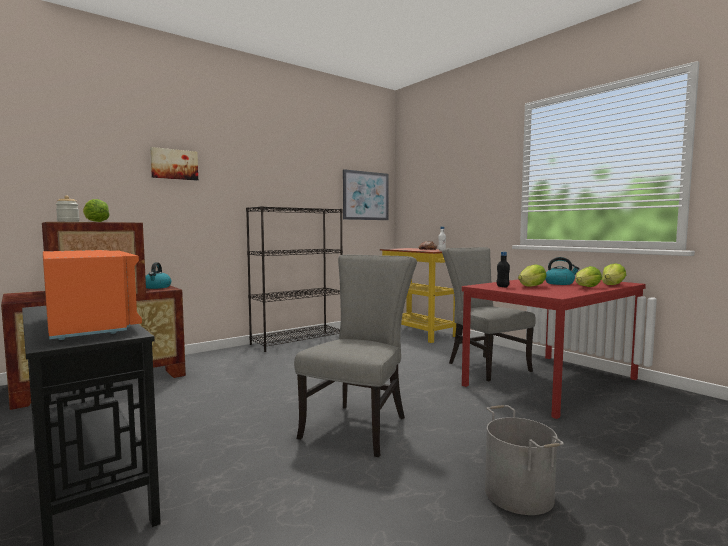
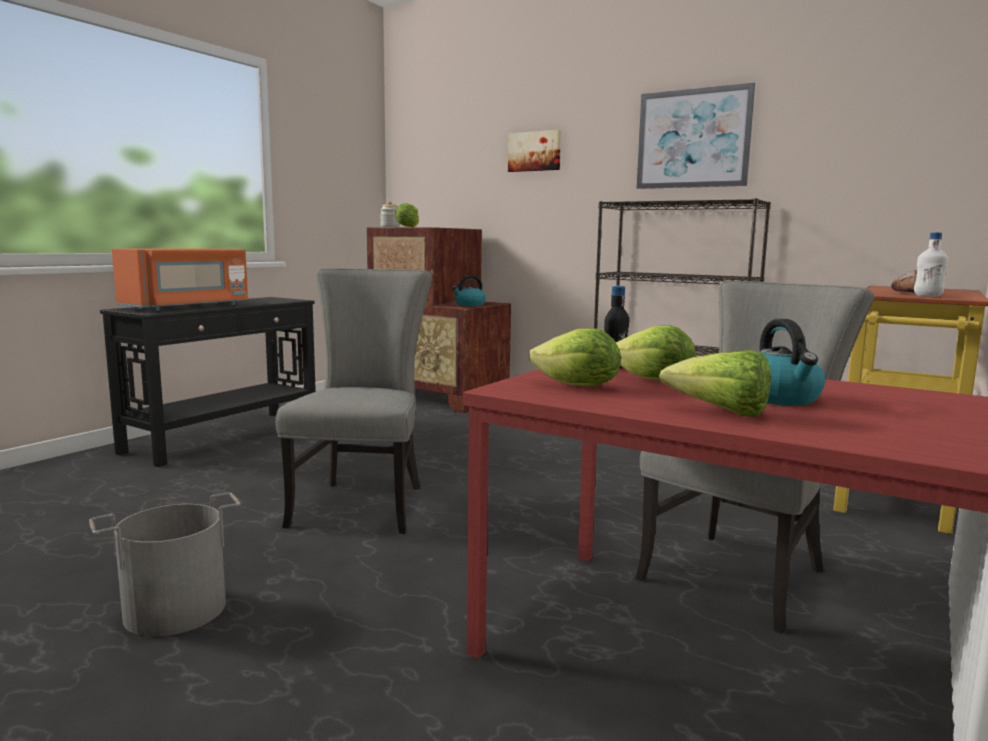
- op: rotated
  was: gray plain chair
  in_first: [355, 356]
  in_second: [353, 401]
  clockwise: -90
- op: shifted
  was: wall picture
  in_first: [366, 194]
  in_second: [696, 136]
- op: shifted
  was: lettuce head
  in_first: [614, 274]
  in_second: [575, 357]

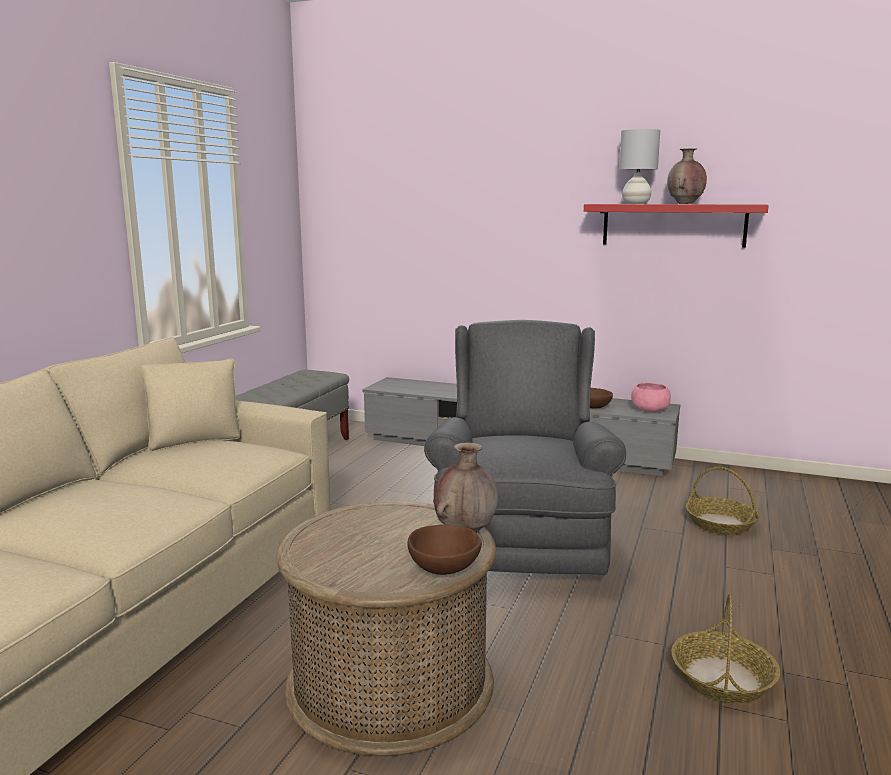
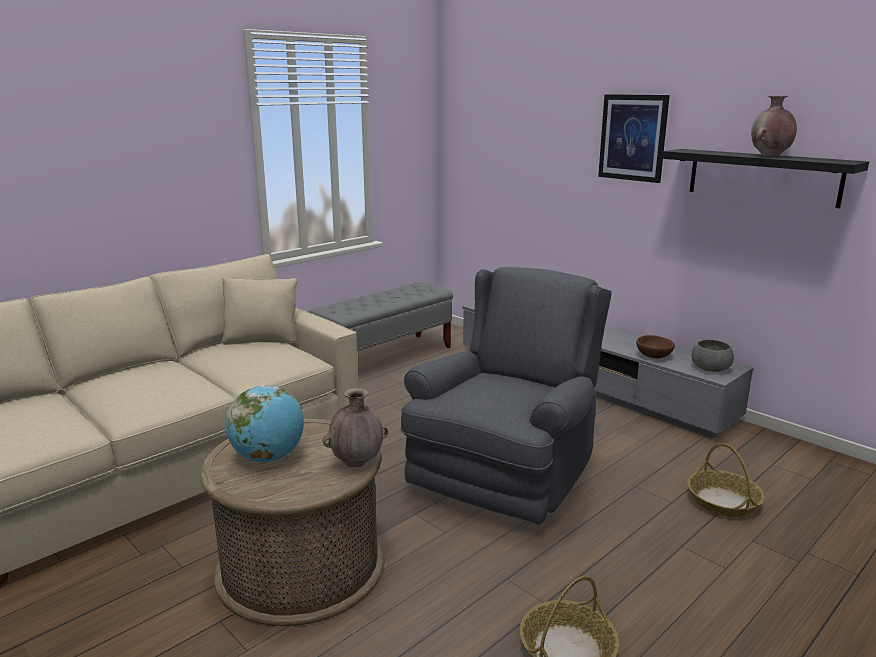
- op: gone
  was: brown-coloured serving bowl
  in_first: [444, 550]
- op: repainted
  was: red shelf
  now: blackish shelf
  in_first: [676, 226]
  in_second: [765, 178]
- op: gone
  was: gray lamp for a table
  in_first: [639, 166]
- op: repainted
  was: pink serving bowl
  now: gray serving bowl
  in_first: [651, 397]
  in_second: [713, 355]
- op: new
  now: globe
  in_second: [265, 423]
- op: new
  now: wall picture
  in_second: [634, 138]

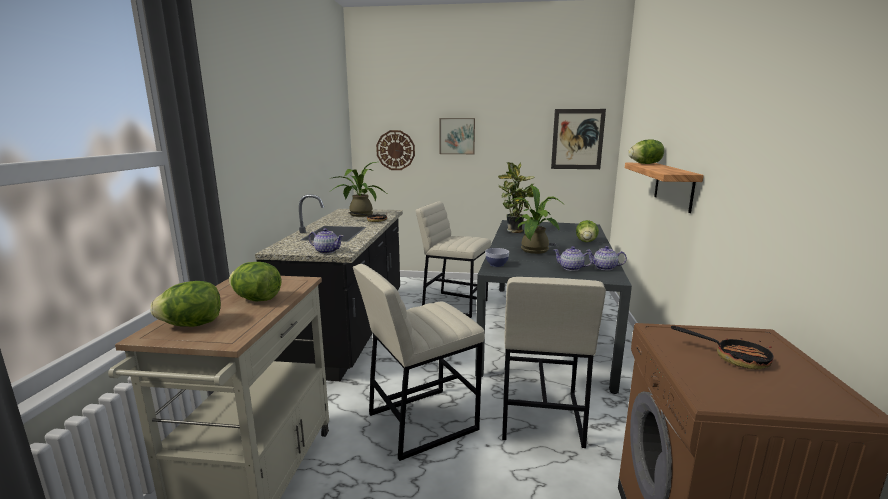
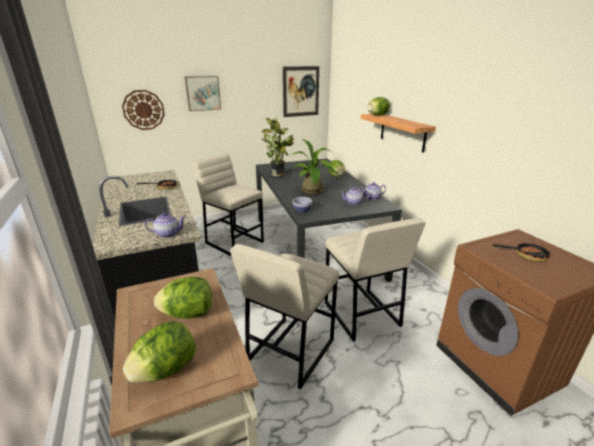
- op: gone
  was: plant in a pot
  in_first: [357, 189]
- op: rotated
  was: sand-coloured plain chair
  in_first: [453, 259]
  in_second: [228, 205]
  clockwise: 45

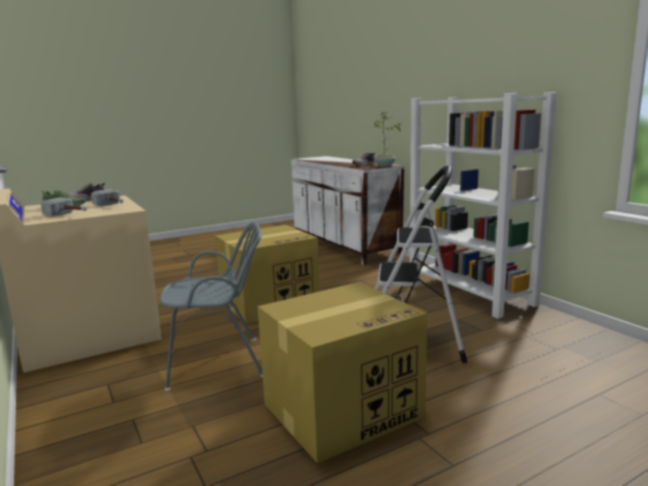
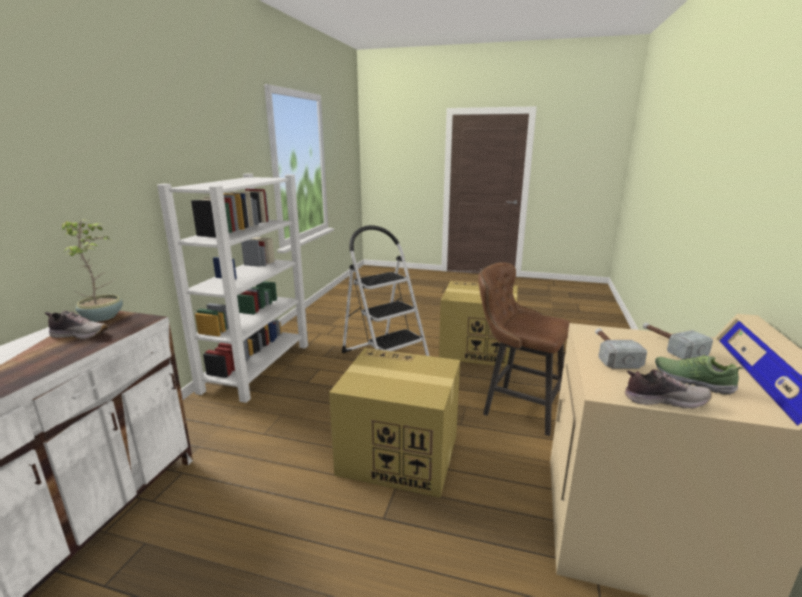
- op: swapped
  was: gray plain chair
  now: brown-coloured sitting stool
  in_first: [211, 306]
  in_second: [524, 349]

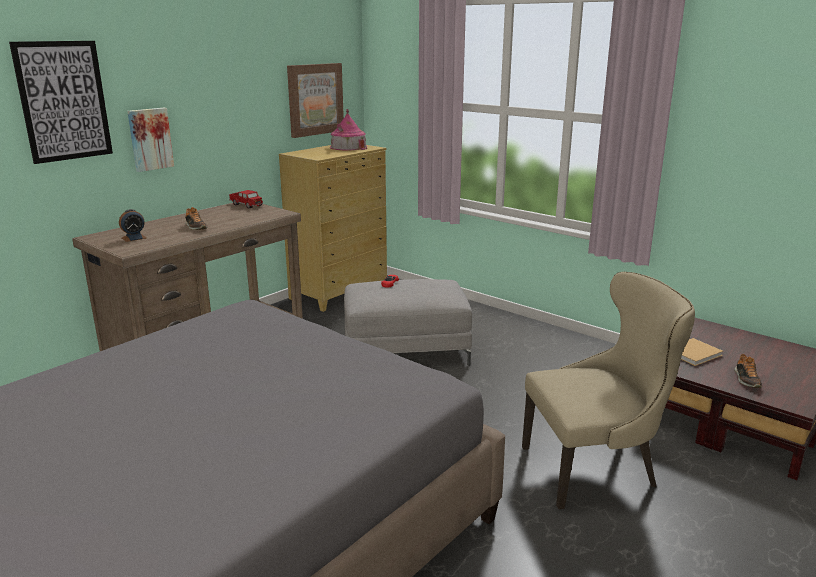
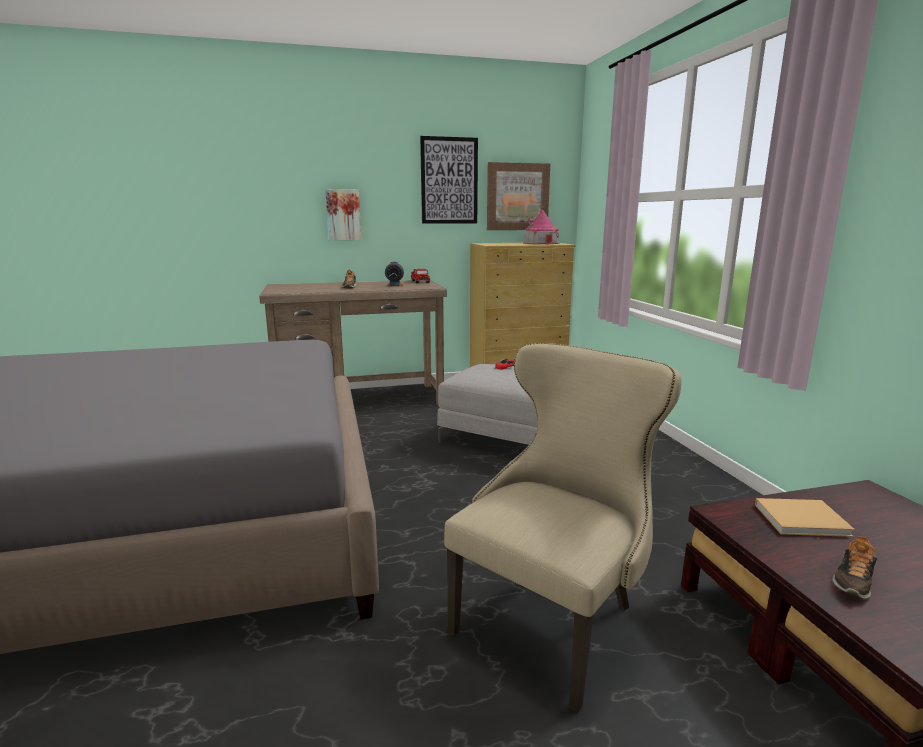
- op: shifted
  was: wall picture
  in_first: [61, 102]
  in_second: [449, 180]
- op: shifted
  was: bedside clock
  in_first: [132, 225]
  in_second: [394, 274]
- op: rotated
  was: sand-coloured plain chair
  in_first: [608, 390]
  in_second: [563, 528]
  clockwise: -75

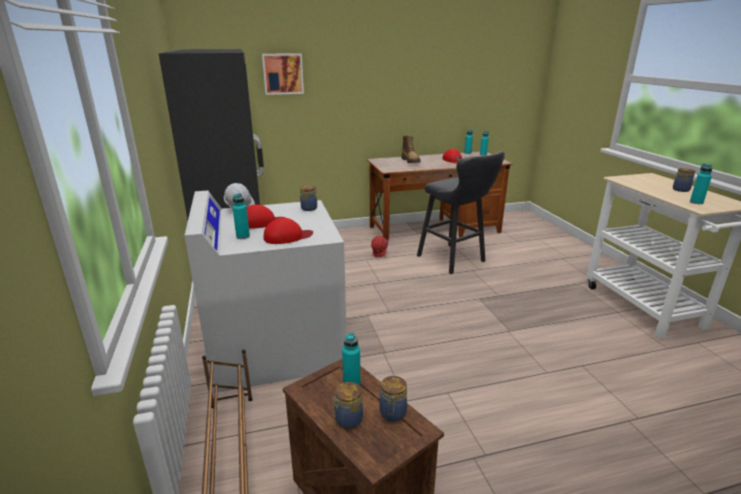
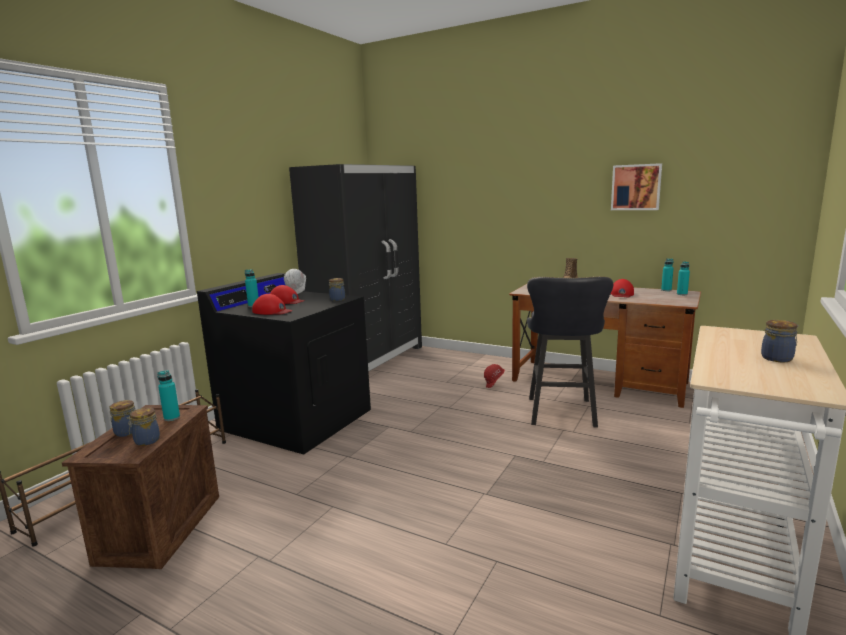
- op: repainted
  was: white laundry machine
  now: blackish laundry machine
  in_first: [265, 292]
  in_second: [284, 364]
- op: shifted
  was: wall picture
  in_first: [283, 74]
  in_second: [636, 186]
- op: gone
  was: turquoise drink bottle
  in_first: [701, 184]

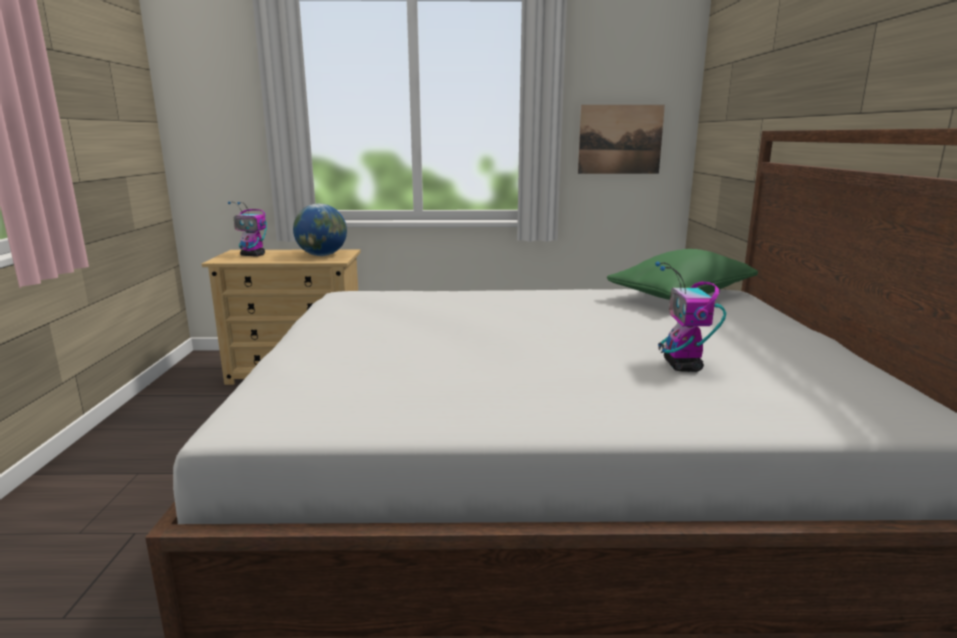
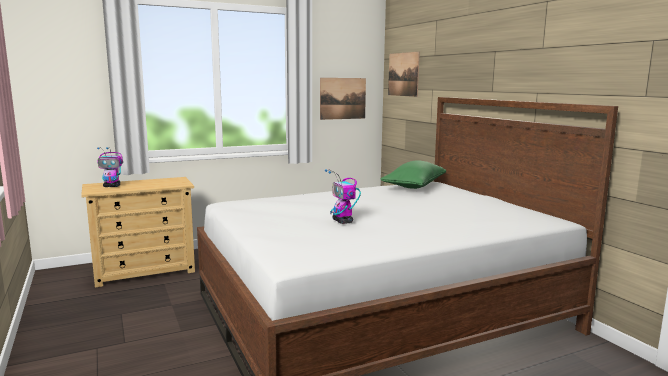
- op: gone
  was: globe
  in_first: [320, 229]
- op: shifted
  was: toy robot
  in_first: [690, 316]
  in_second: [343, 196]
- op: new
  now: wall picture
  in_second: [404, 74]

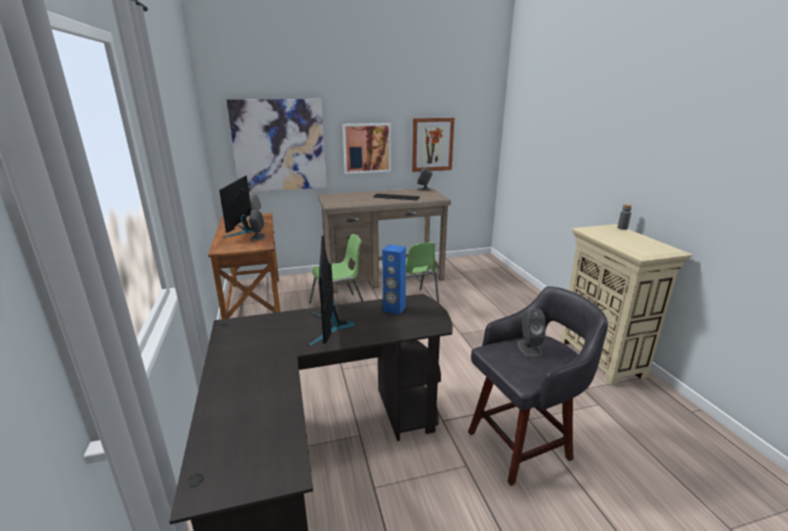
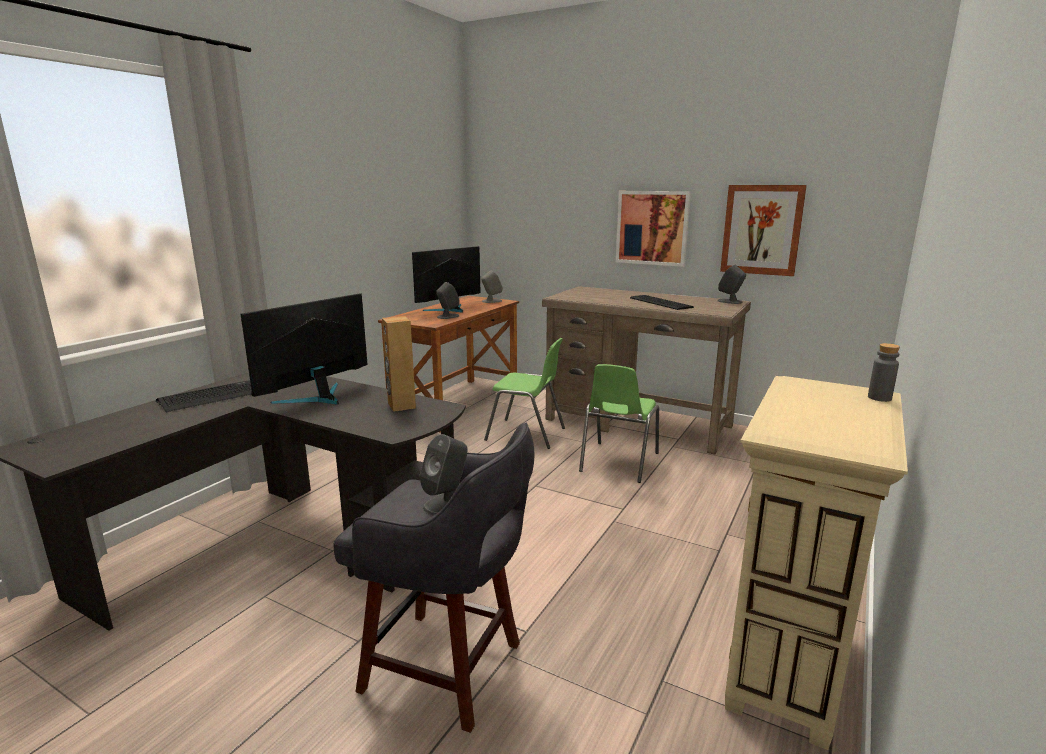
- op: gone
  was: wall picture
  in_first: [277, 145]
- op: repainted
  was: bluish audio speaker
  now: brown-coloured audio speaker
  in_first: [394, 279]
  in_second: [399, 364]
- op: new
  now: keyboard
  in_second: [204, 396]

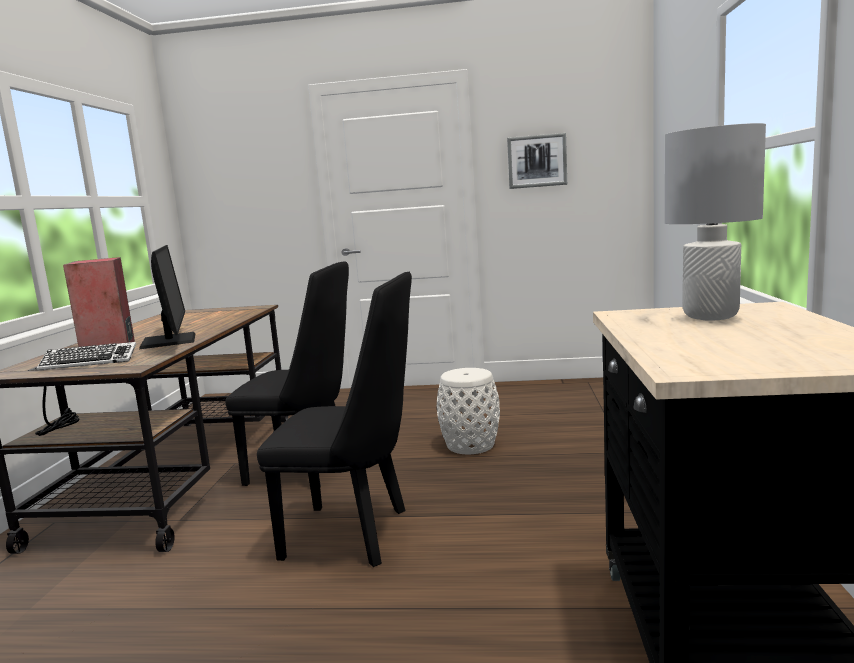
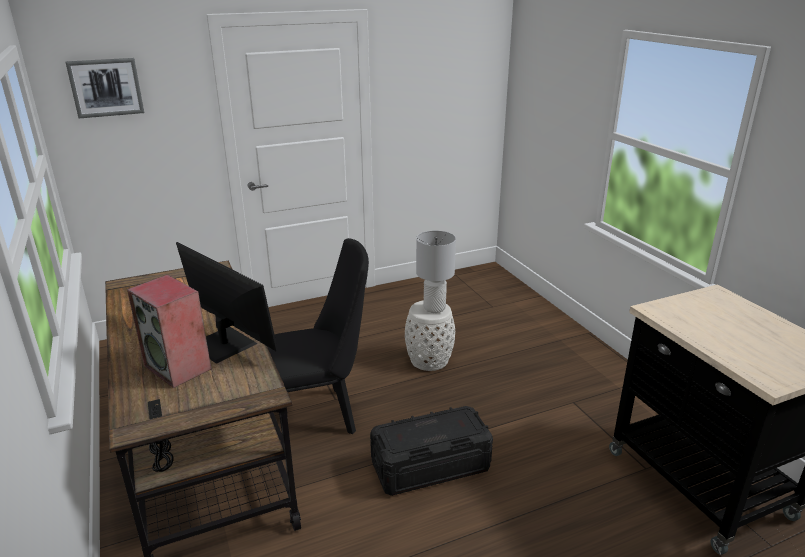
- op: gone
  was: keyboard
  in_first: [86, 356]
- op: swapped
  was: blackish plain chair
  now: blackish storage container
  in_first: [334, 419]
  in_second: [431, 451]
- op: shifted
  was: wall picture
  in_first: [537, 161]
  in_second: [104, 88]
- op: shifted
  was: gray lamp for a table
  in_first: [715, 222]
  in_second: [436, 272]

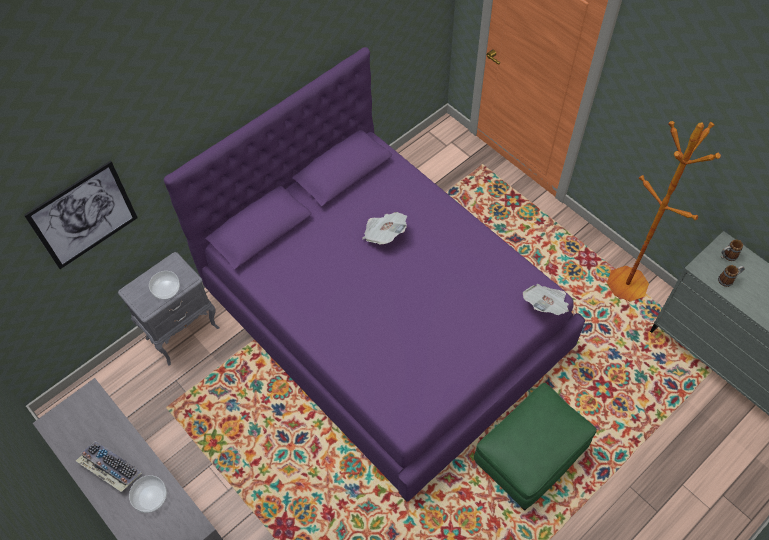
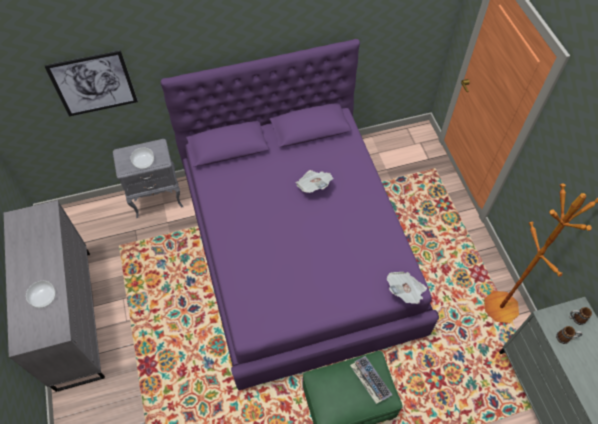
- op: shifted
  was: keyboard
  in_first: [109, 466]
  in_second: [371, 380]

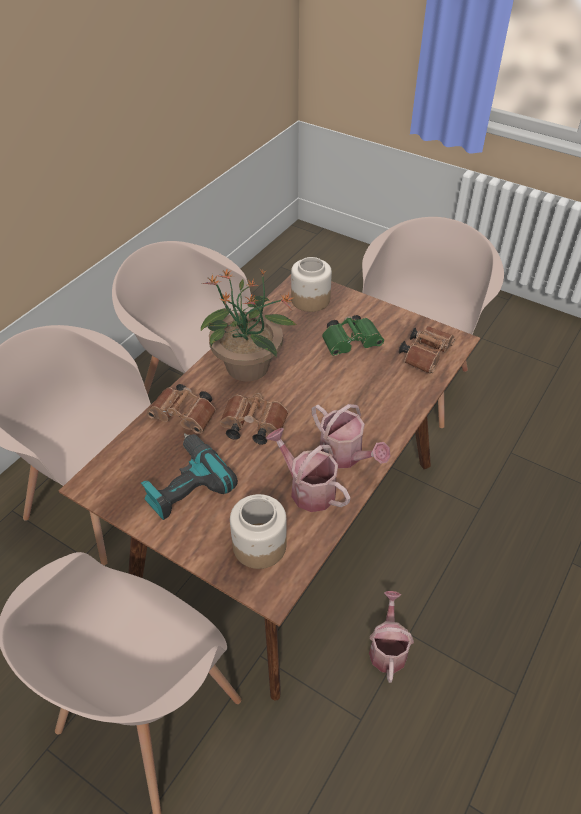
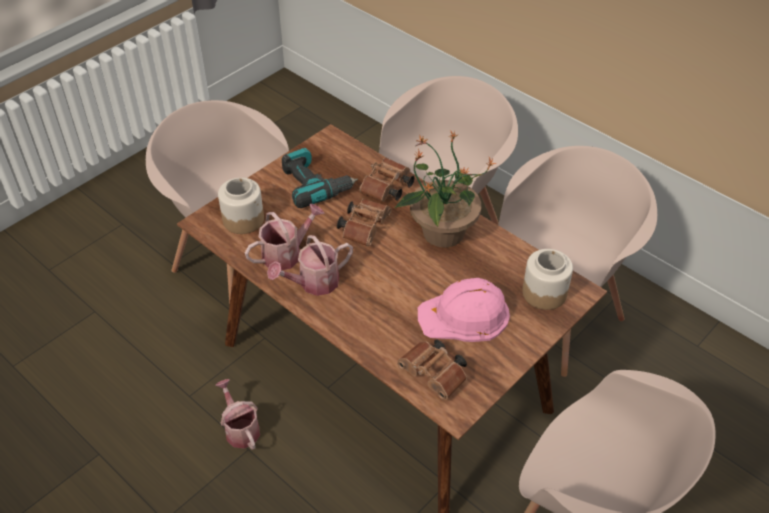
- op: swapped
  was: green binoculars
  now: pink safety helmet
  in_first: [353, 335]
  in_second: [464, 310]
- op: rotated
  was: watering can
  in_first: [391, 637]
  in_second: [237, 414]
  clockwise: -135

